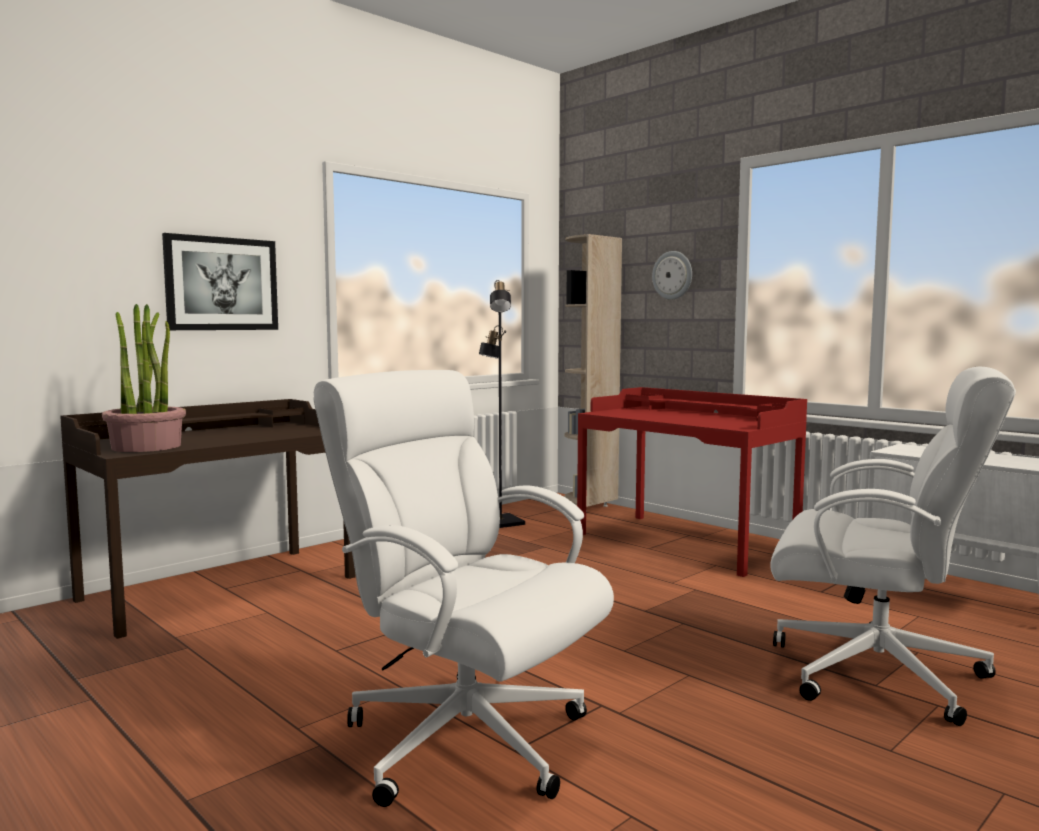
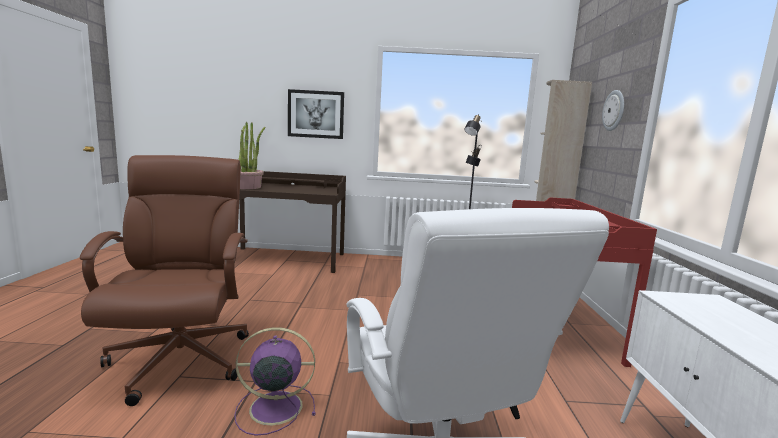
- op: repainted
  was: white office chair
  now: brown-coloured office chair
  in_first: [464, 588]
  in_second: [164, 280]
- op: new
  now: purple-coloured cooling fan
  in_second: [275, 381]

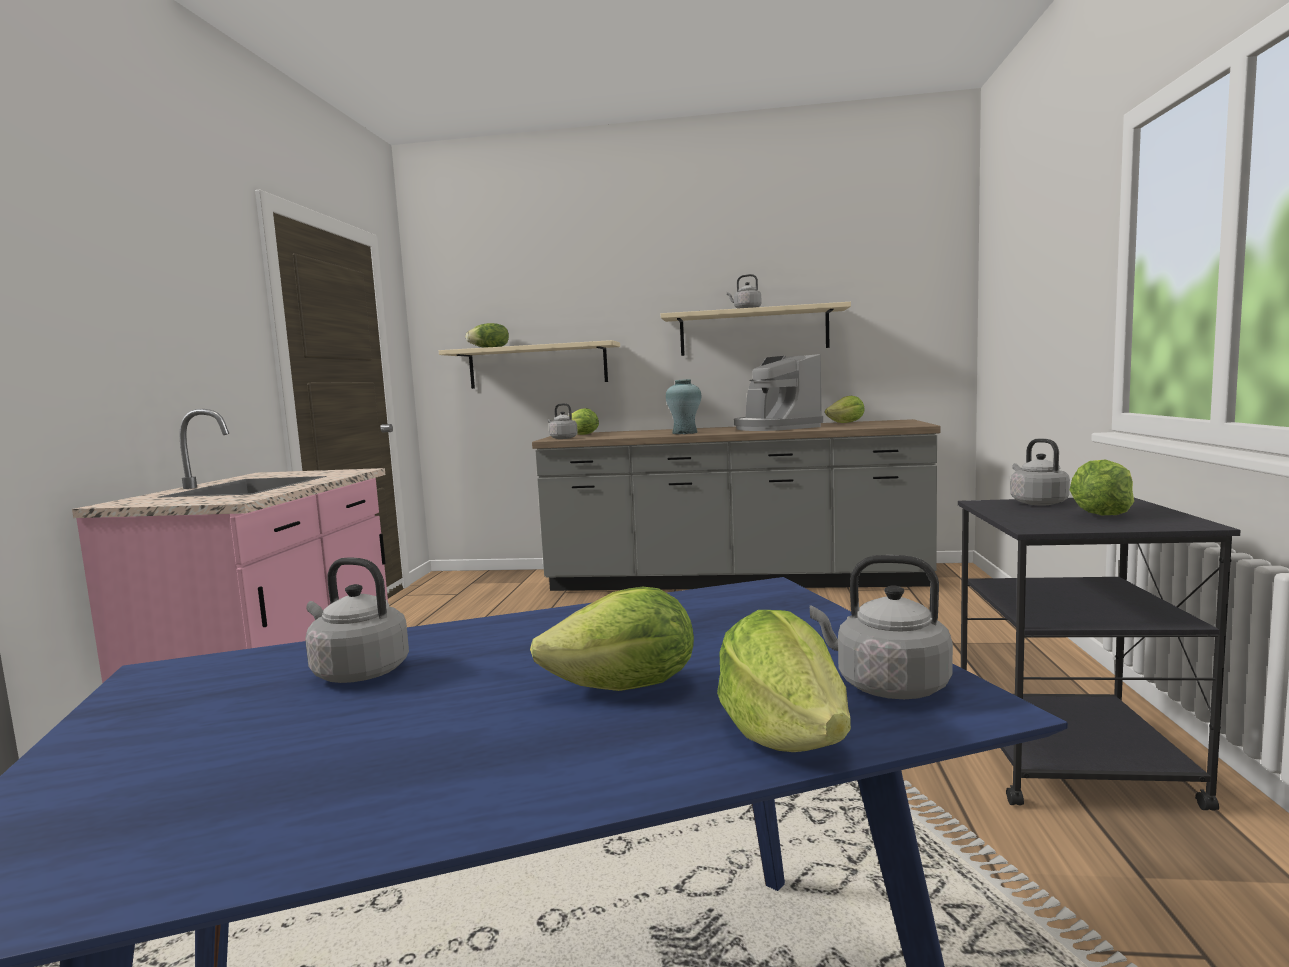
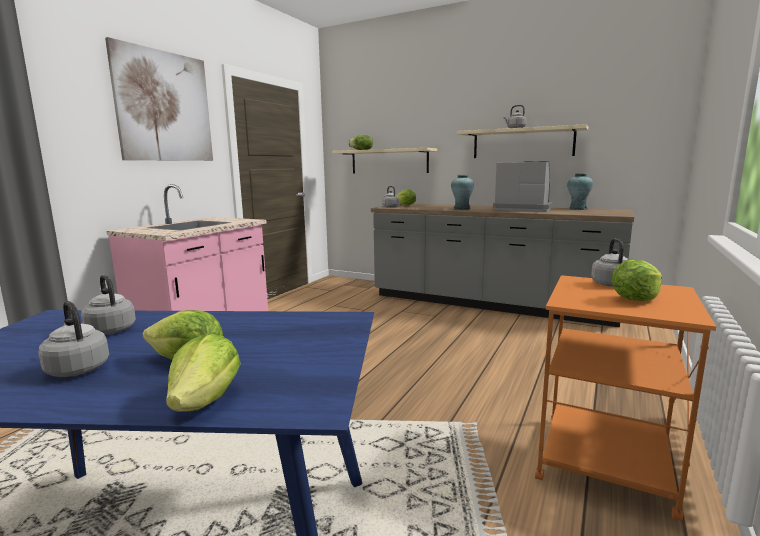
- op: rotated
  was: coffee brewer
  in_first: [778, 392]
  in_second: [523, 186]
  clockwise: 120
- op: shifted
  was: gray water kettle
  in_first: [881, 627]
  in_second: [74, 339]
- op: swapped
  was: lettuce head
  now: turquoise vase
  in_first: [845, 409]
  in_second: [580, 191]
- op: repainted
  was: blackish wheeled cart
  now: orange wheeled cart
  in_first: [1099, 654]
  in_second: [625, 398]
- op: new
  now: wall picture
  in_second: [159, 99]

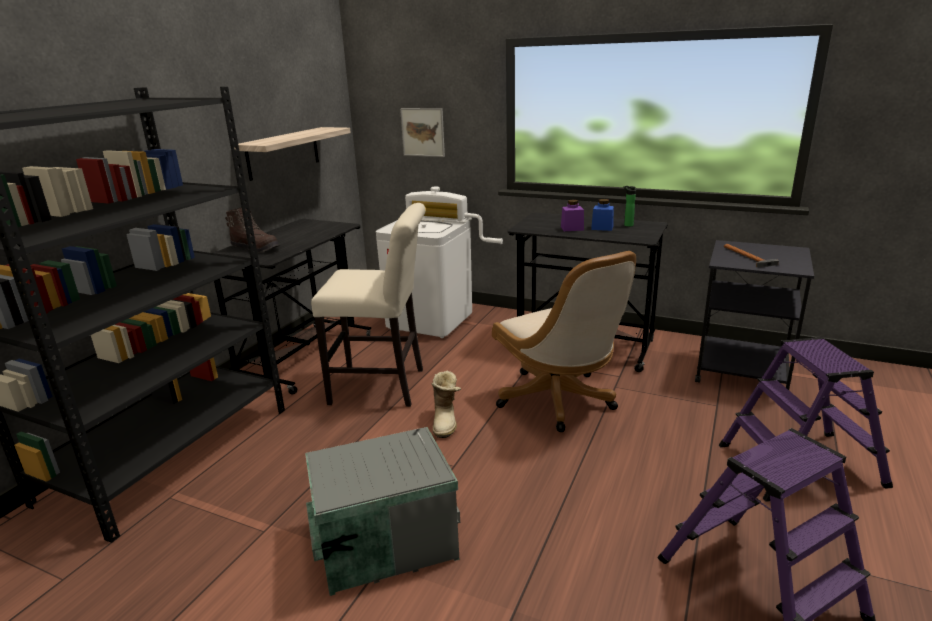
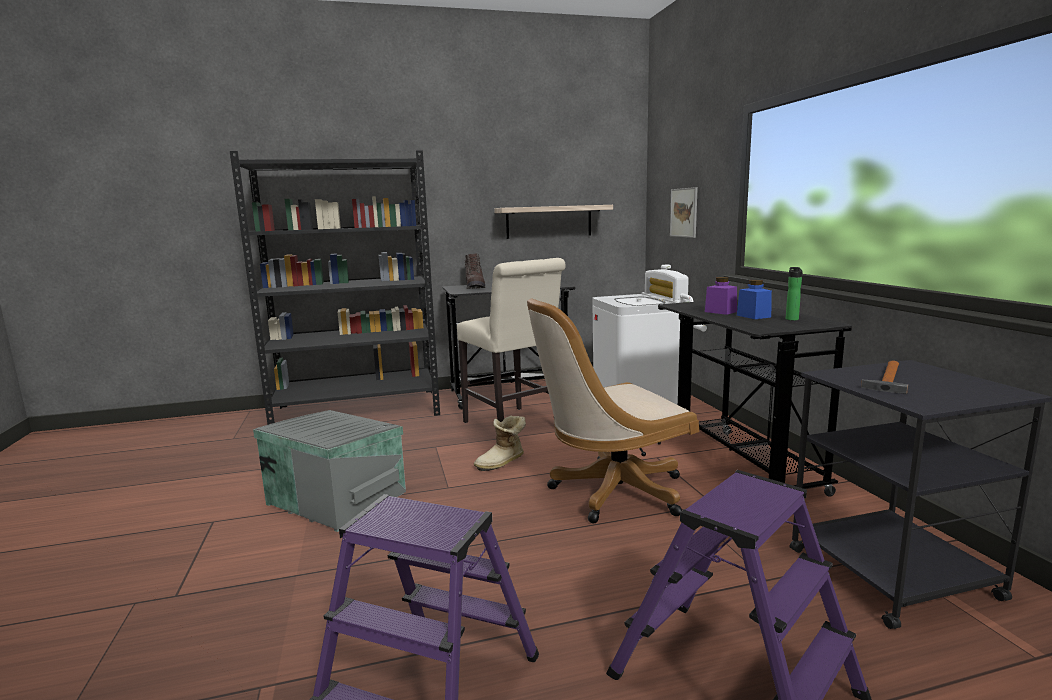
- op: rotated
  was: office chair
  in_first: [564, 341]
  in_second: [613, 411]
  clockwise: 45

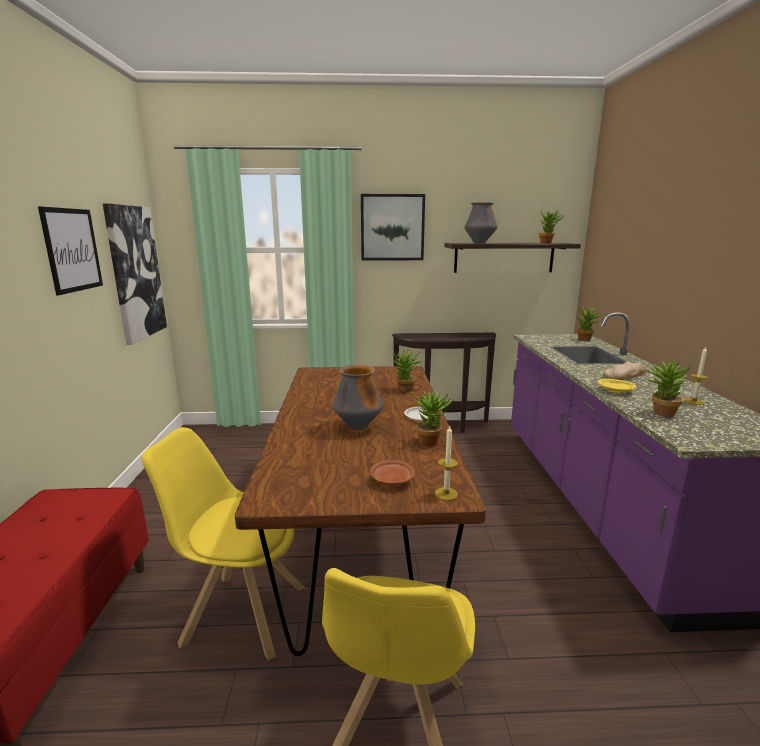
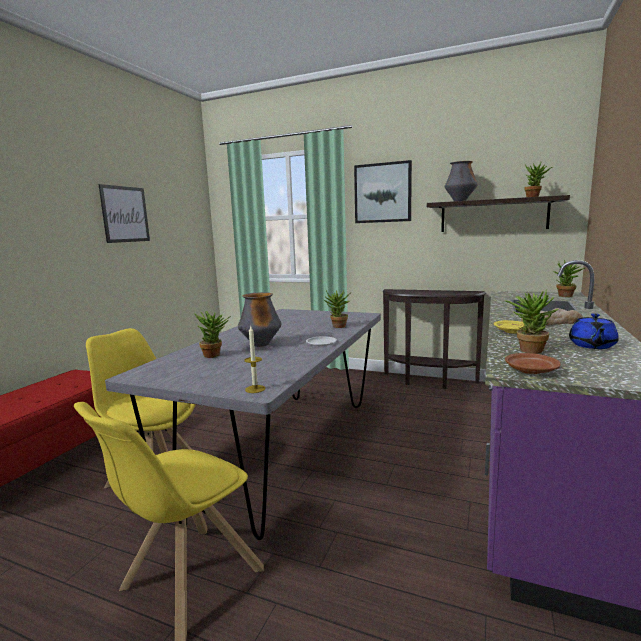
- op: gone
  was: wall picture
  in_first: [135, 274]
- op: repainted
  was: brown-coloured dining table
  now: gray dining table
  in_first: [360, 511]
  in_second: [243, 424]
- op: shifted
  was: brown-coloured plate
  in_first: [392, 472]
  in_second: [533, 363]
- op: shifted
  was: plant in a pot
  in_first: [432, 418]
  in_second: [212, 334]
- op: swapped
  was: wax light
  now: bluish tea pot
  in_first: [696, 376]
  in_second: [594, 331]

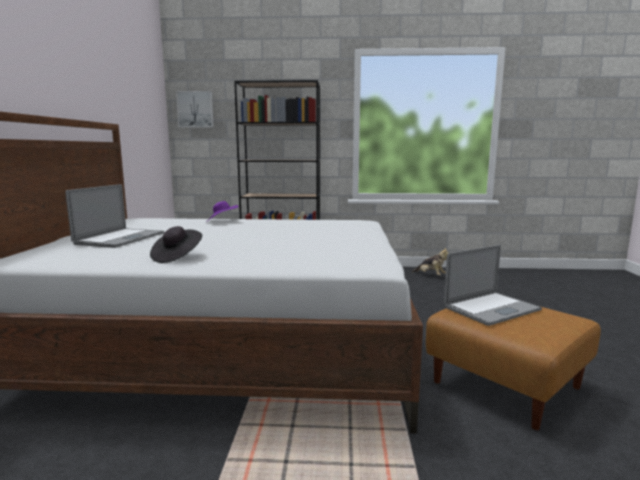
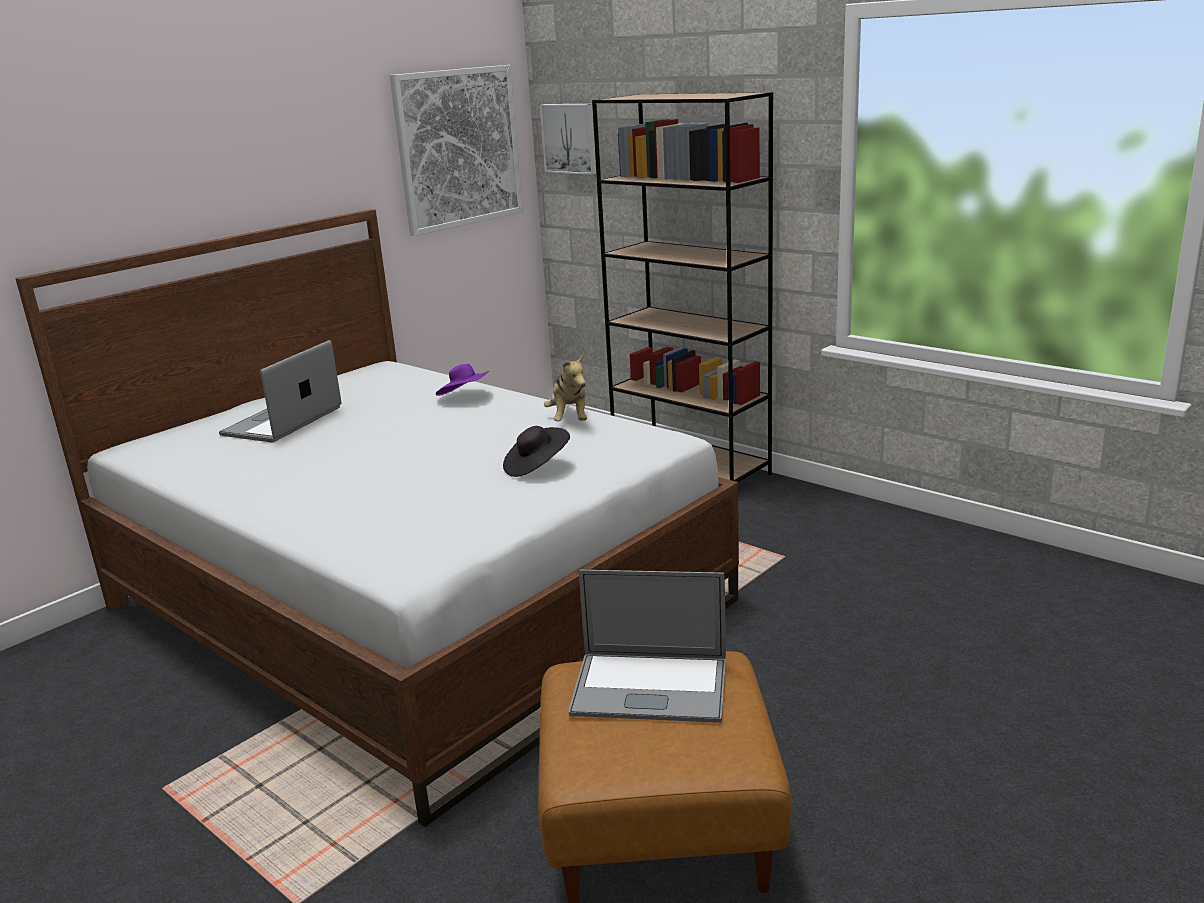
- op: rotated
  was: laptop
  in_first: [114, 216]
  in_second: [280, 391]
  clockwise: 150
- op: shifted
  was: blackish wearable hat
  in_first: [176, 244]
  in_second: [536, 451]
- op: shifted
  was: cuddly toy
  in_first: [430, 261]
  in_second: [565, 387]
- op: new
  now: wall picture
  in_second: [456, 150]

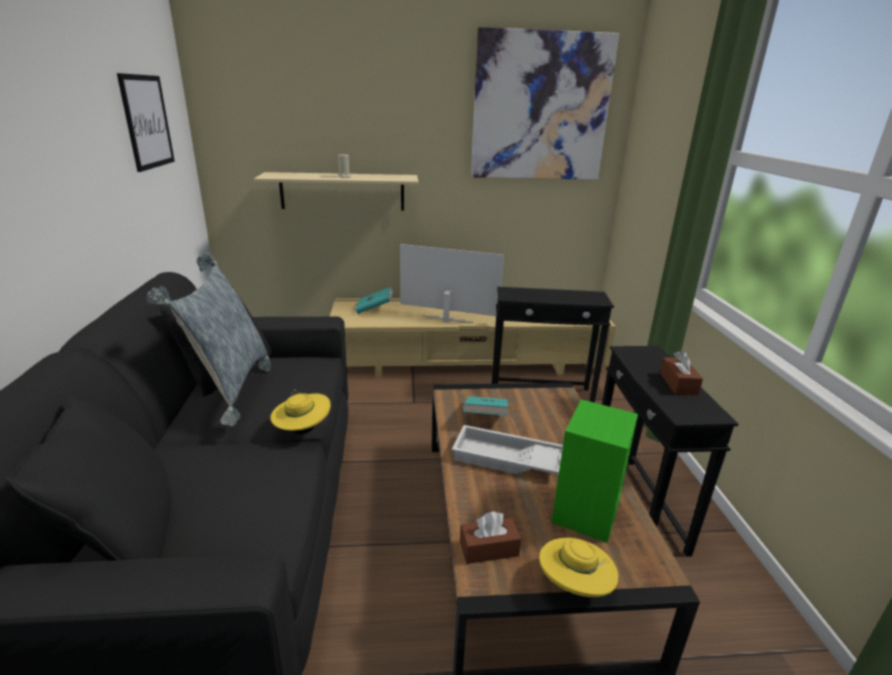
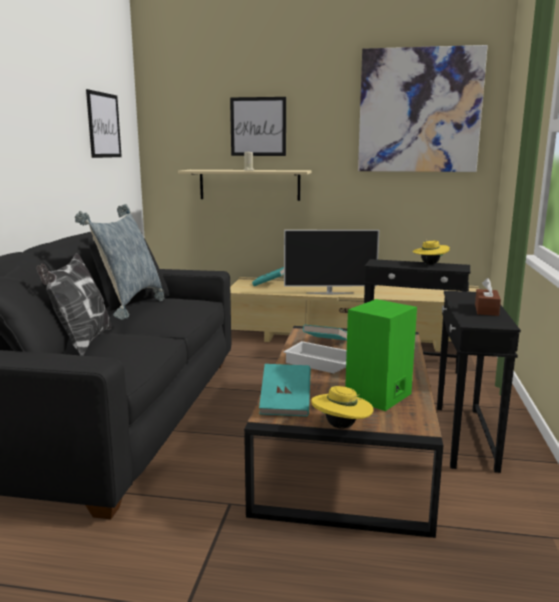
- op: shifted
  was: yellow-coloured wearable hat
  in_first: [300, 411]
  in_second: [431, 252]
- op: rotated
  was: TV
  in_first: [452, 283]
  in_second: [331, 262]
  clockwise: 150
- op: swapped
  was: brown-coloured tissue holder
  now: turquoise book
  in_first: [490, 537]
  in_second: [285, 390]
- op: new
  now: throw pillow
  in_second: [74, 304]
- op: new
  now: wall picture
  in_second: [258, 126]

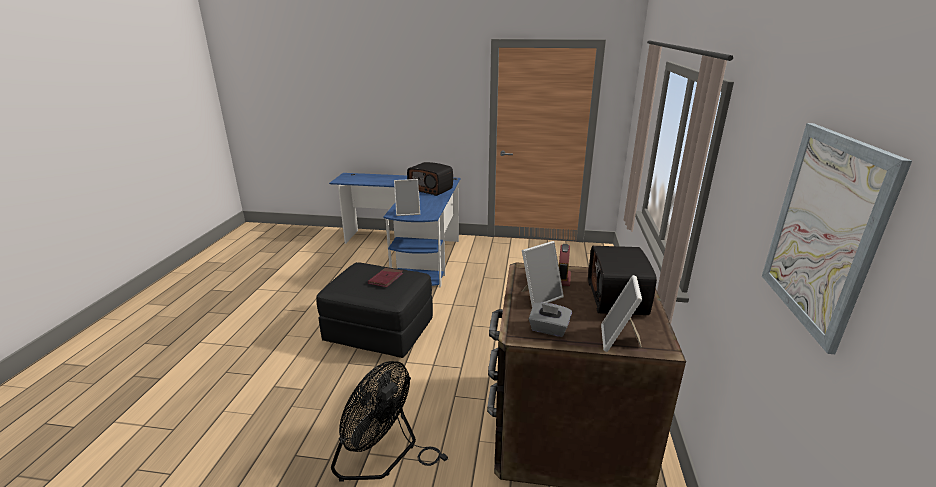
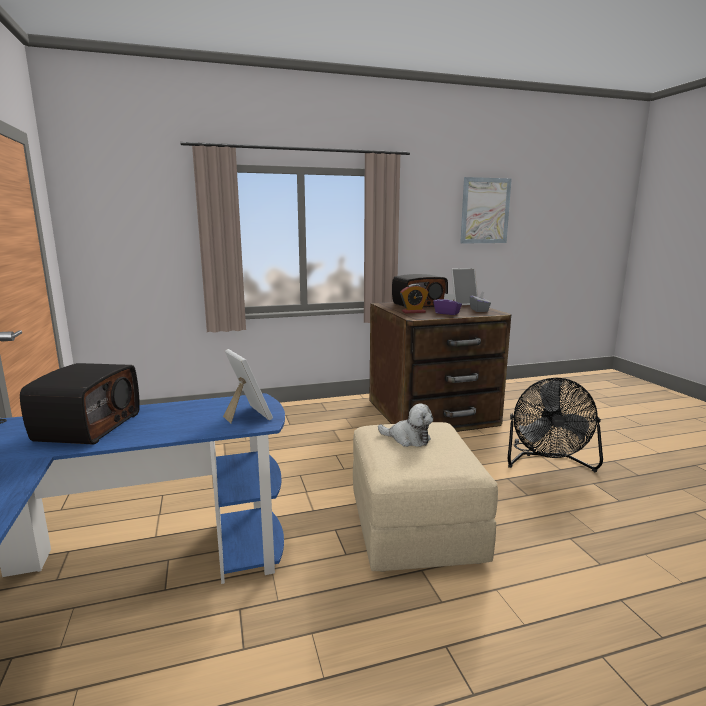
- op: repainted
  was: blackish footrest
  now: sand-coloured footrest
  in_first: [374, 310]
  in_second: [425, 497]
- op: swapped
  was: red book
  now: cuddly toy
  in_first: [385, 277]
  in_second: [405, 425]
- op: swapped
  was: picture frame
  now: purple-coloured tissue holder
  in_first: [543, 274]
  in_second: [448, 304]

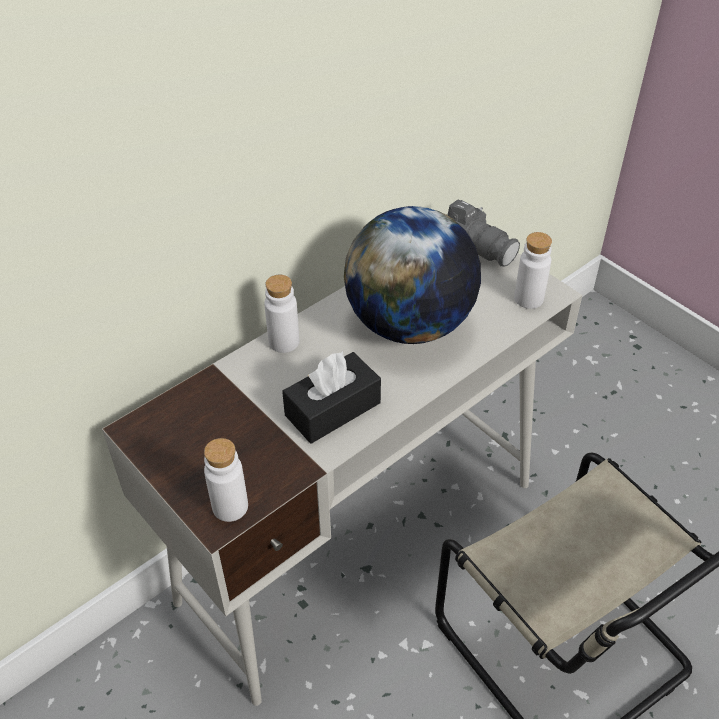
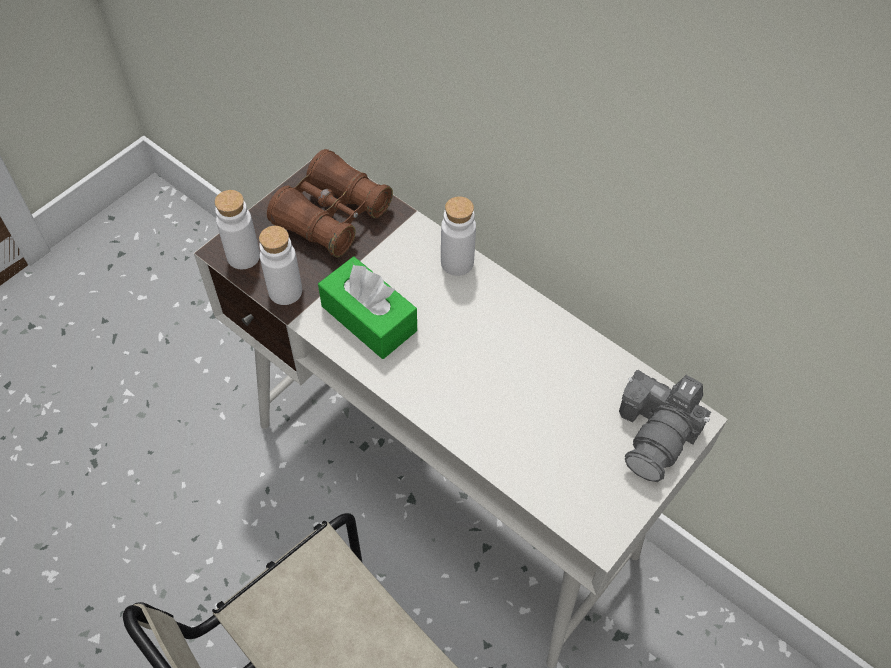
- op: repainted
  was: blackish tissue holder
  now: green tissue holder
  in_first: [331, 397]
  in_second: [367, 308]
- op: gone
  was: globe
  in_first: [412, 275]
- op: shifted
  was: white drink bottle
  in_first: [533, 270]
  in_second: [280, 265]
- op: new
  now: brown-coloured binoculars
  in_second: [330, 203]

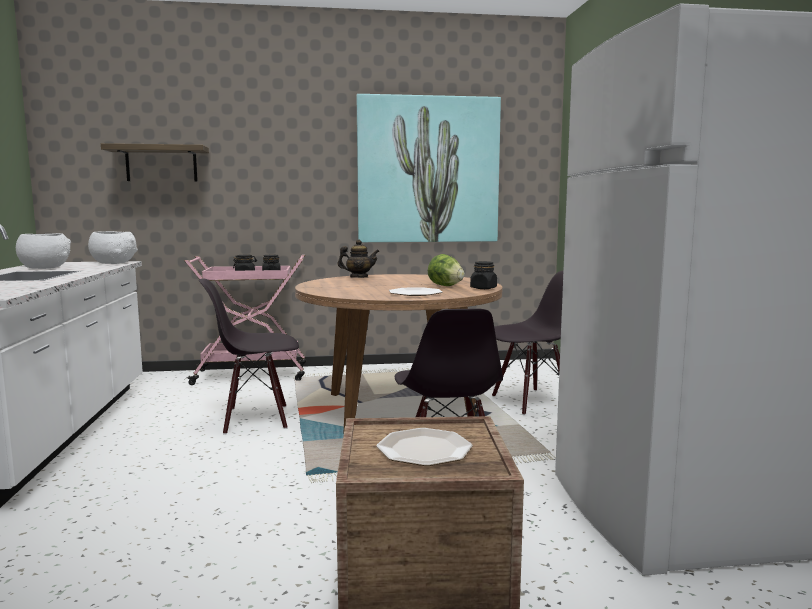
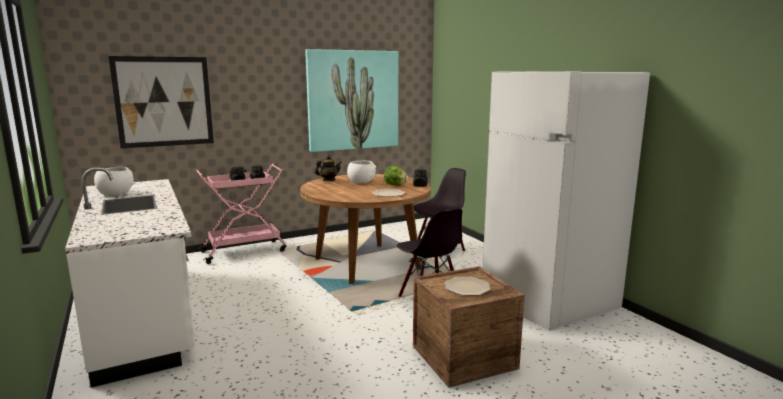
- op: shifted
  was: white serving bowl
  in_first: [113, 247]
  in_second: [361, 172]
- op: swapped
  was: shelf
  now: wall picture
  in_first: [155, 162]
  in_second: [161, 102]
- op: gone
  was: blackish plain chair
  in_first: [249, 357]

